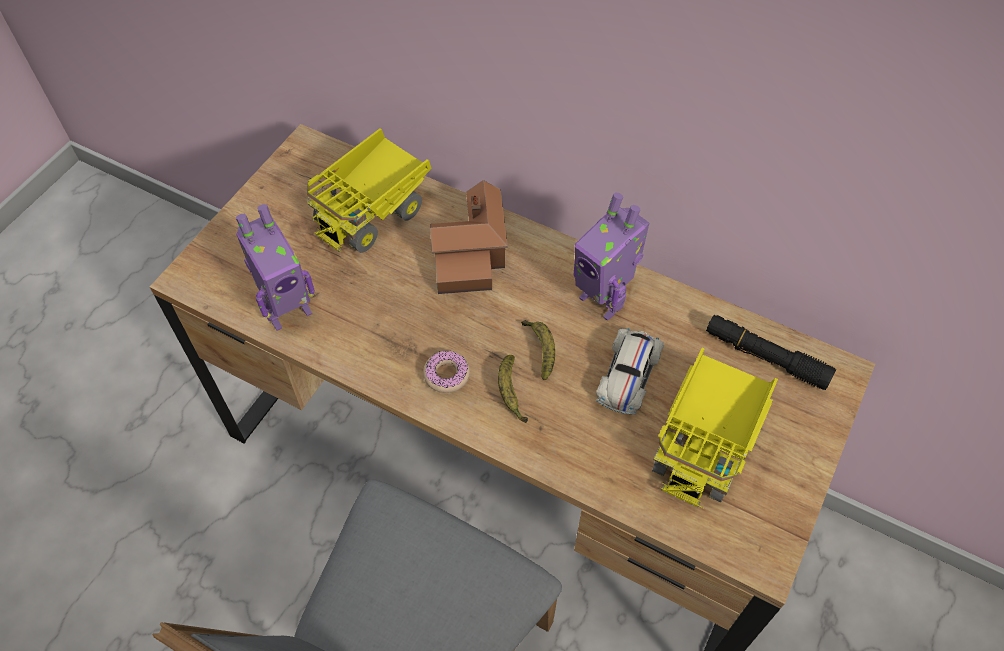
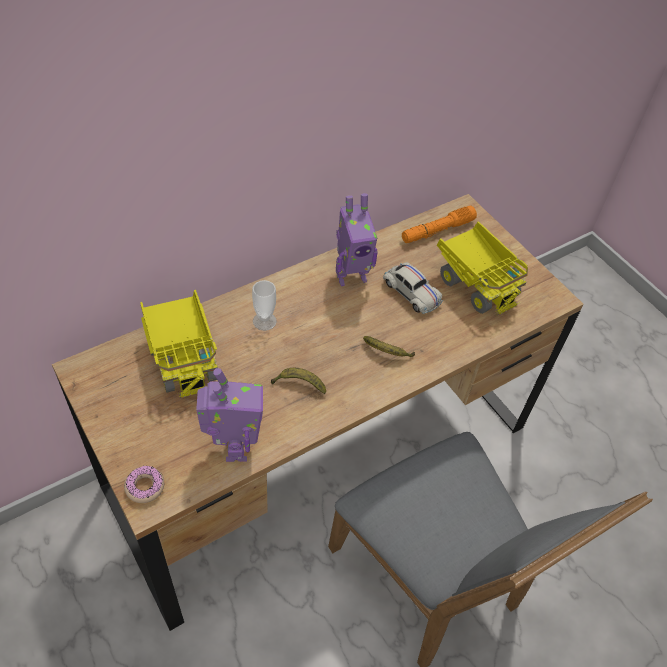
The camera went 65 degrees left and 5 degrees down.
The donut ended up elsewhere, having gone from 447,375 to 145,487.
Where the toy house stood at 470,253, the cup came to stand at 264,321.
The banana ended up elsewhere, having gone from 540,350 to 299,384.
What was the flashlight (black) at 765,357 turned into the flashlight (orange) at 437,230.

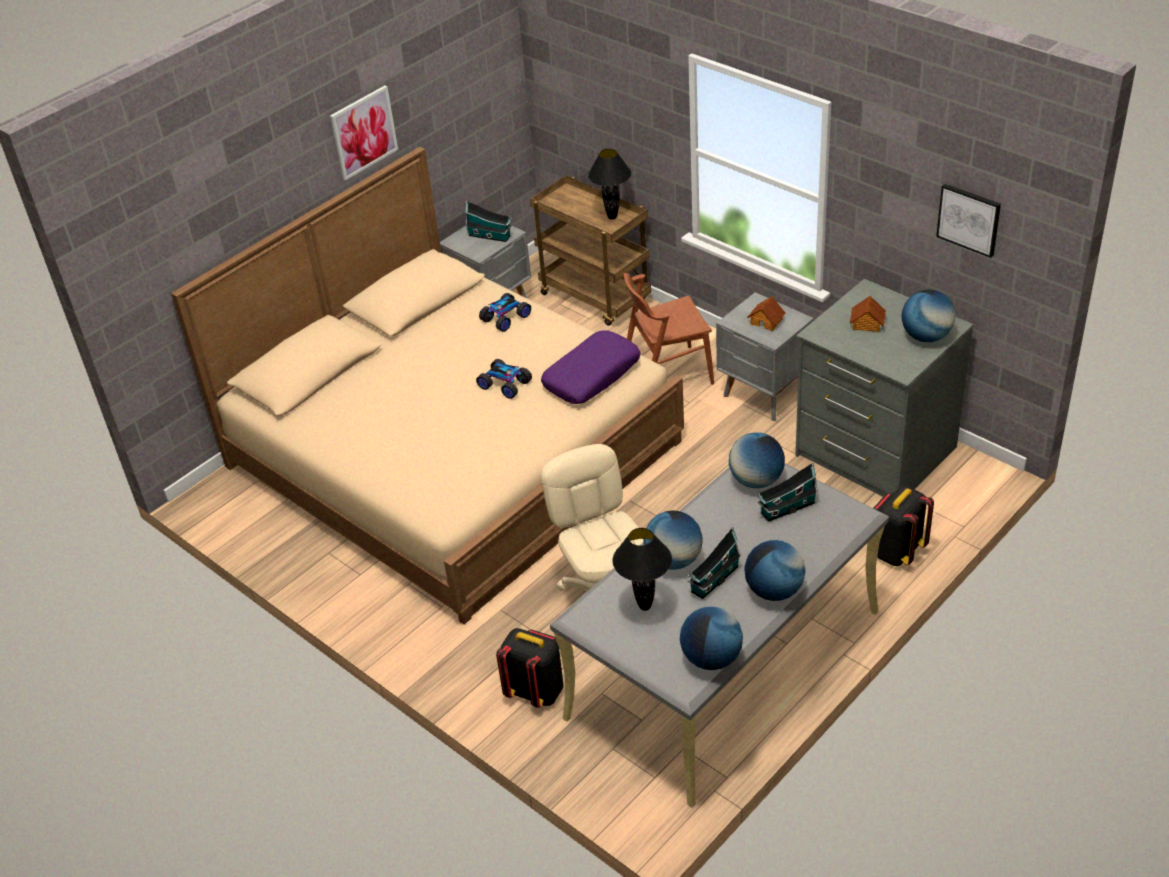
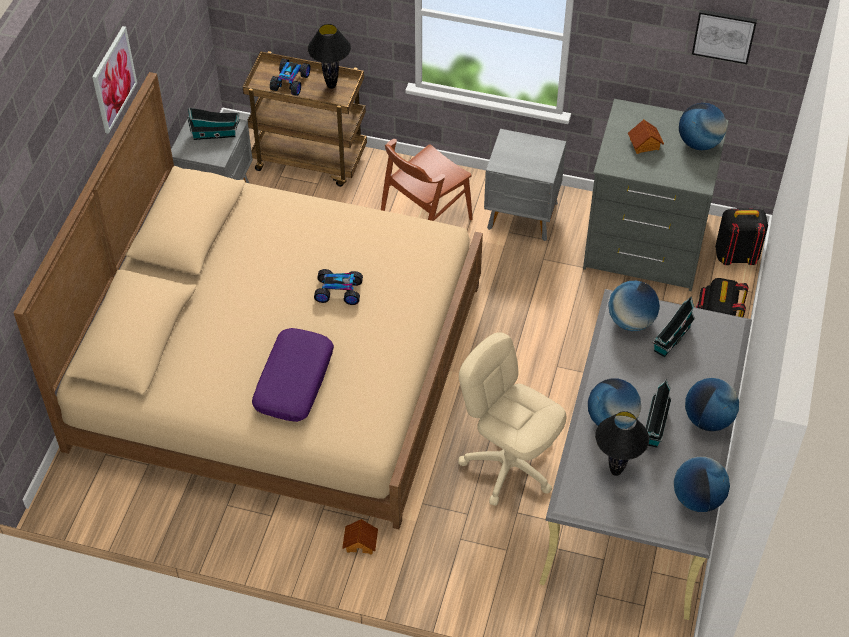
The camera went 30 degrees left and 10 degrees up.
The toy car ended up elsewhere, having gone from 506,318 to 291,82.
The backpack (black) ended up elsewhere, having gone from 536,691 to 735,256.
The pillow (purple) ended up elsewhere, having gone from 591,376 to 293,381.
The toy house ended up elsewhere, having gone from 766,321 to 361,542.

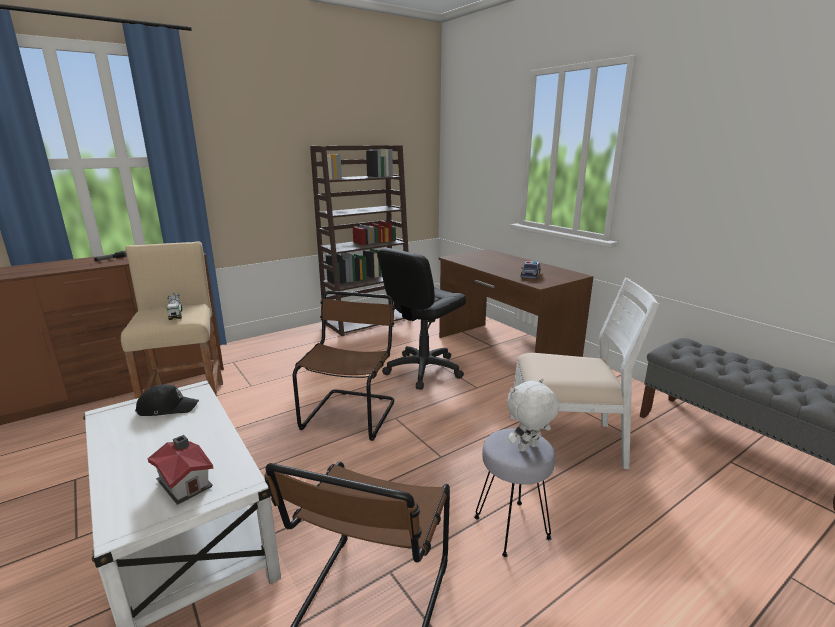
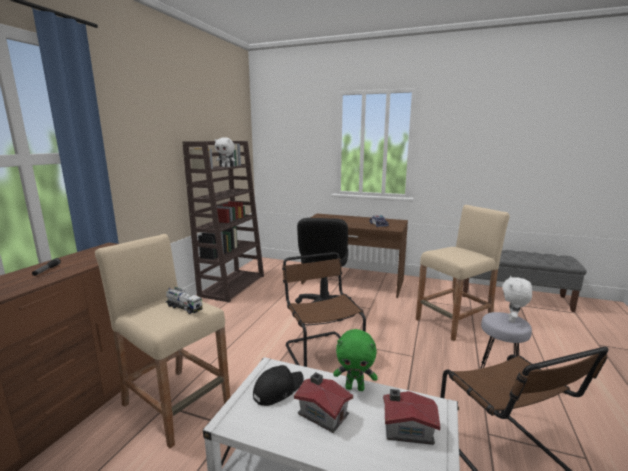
The camera went 35 degrees left and 5 degrees down.
Where the chair (white) stood at 566,442, the stool (beige) came to stand at 454,322.
The second view gained the plush toy (white) at 226,167.
The second view gained the toy house at 323,413.
The second view gained the plush toy (green) at 355,388.

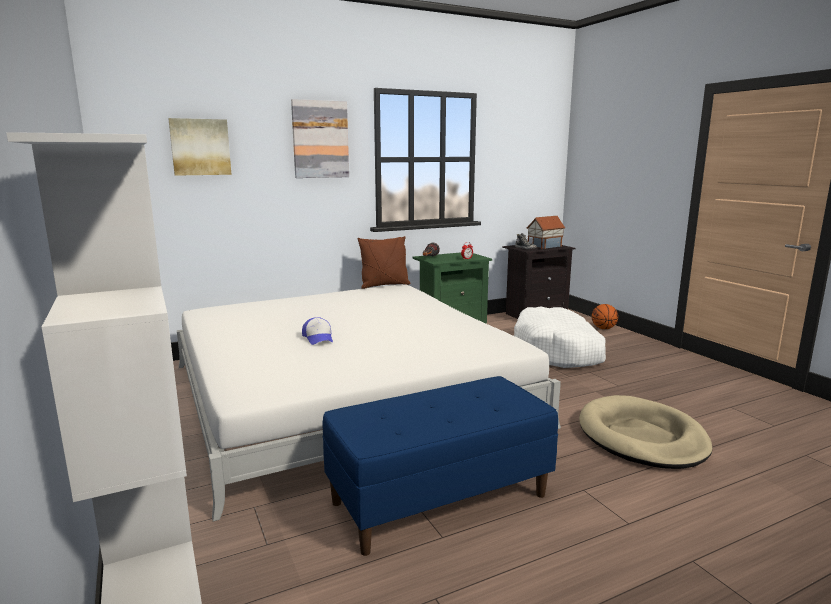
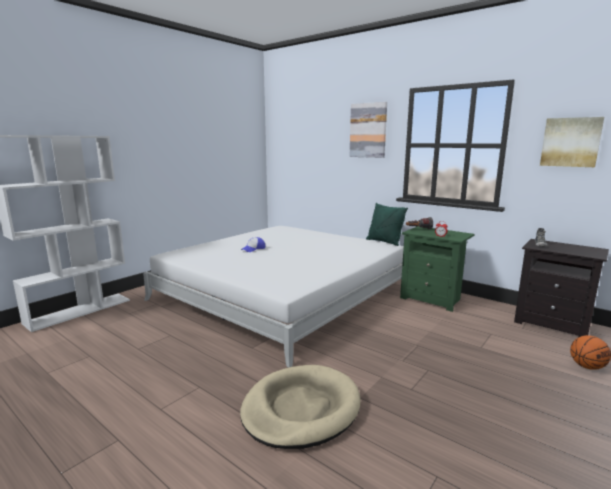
The camera went 65 degrees right and 0 degrees up.
The picture ended up elsewhere, having gone from 200,147 to 570,142.
The second view lost the bench (blue) at 440,498.
What was the pillow (brown) at 384,285 turned into the pillow (green) at 384,242.
The second view lost the dog bed (white) at 558,351.
The second view lost the toy house at 544,246.

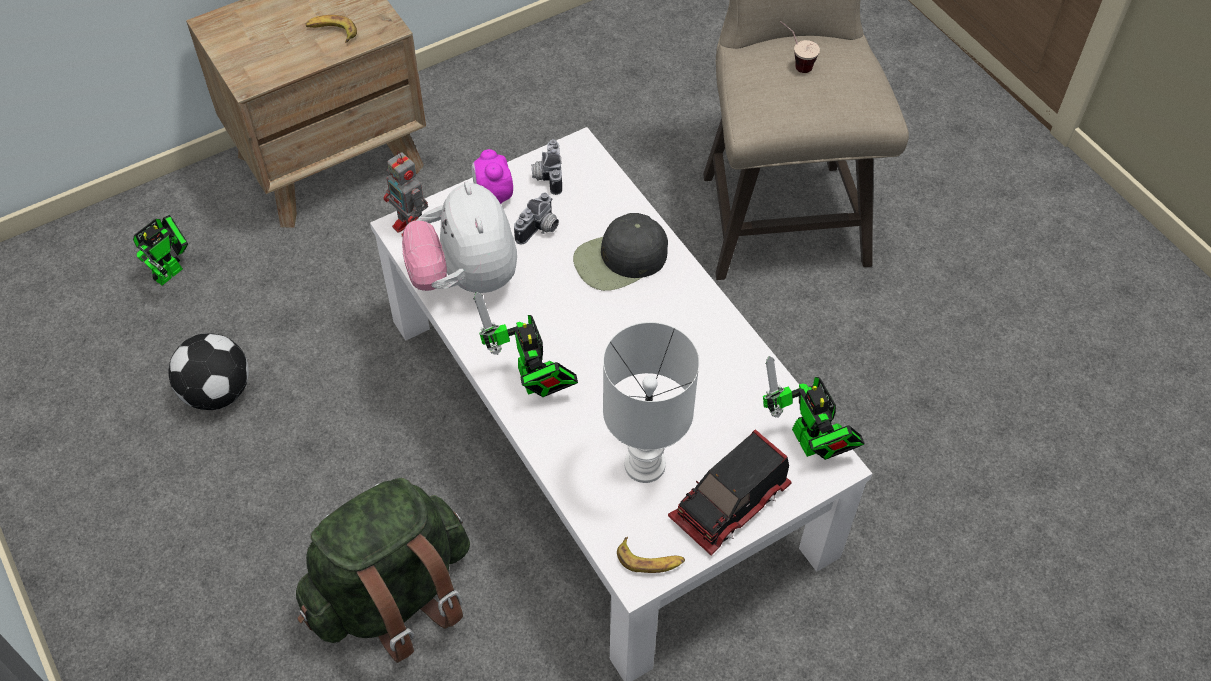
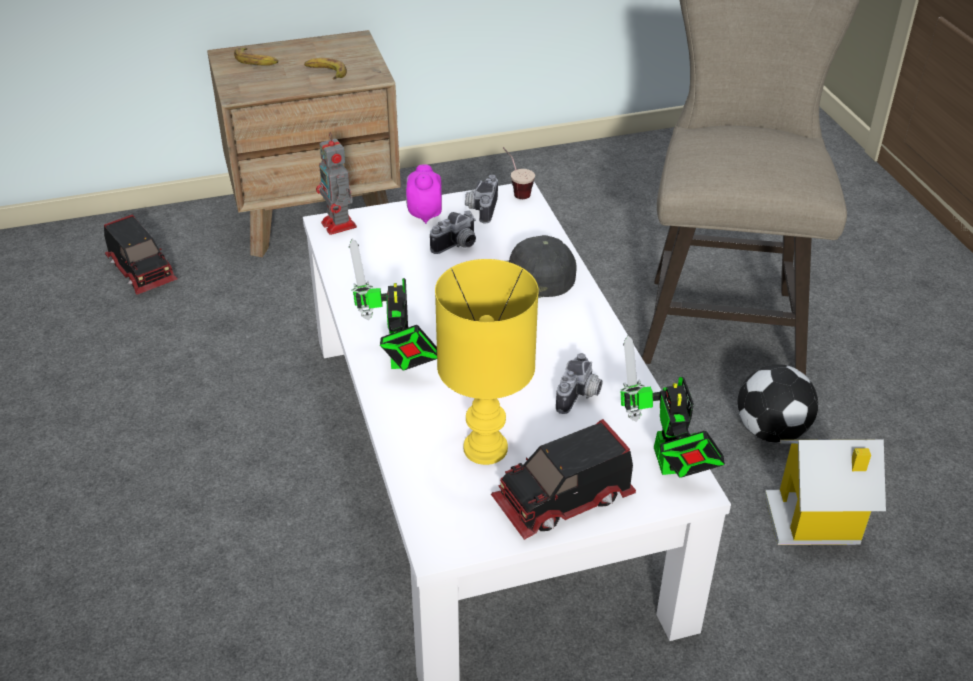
The camera went 15 degrees right and 15 degrees down.
Where the toy robot stood at 172,270, the toy truck came to stand at 142,270.
The football ended up elsewhere, having gone from 218,392 to 772,431.
The second view lost the backpack (green) at 392,596.
The second view lost the plush toy at 465,278.
What was the table lamp (white) at 643,463 turned into the table lamp (yellow) at 484,447.
The banana ended up elsewhere, having gone from 650,560 to 256,61.
The cup ended up elsewhere, having gone from 795,63 to 516,191.
The second view gained the photo camera at 580,396.
The second view gained the toy house at 816,519.

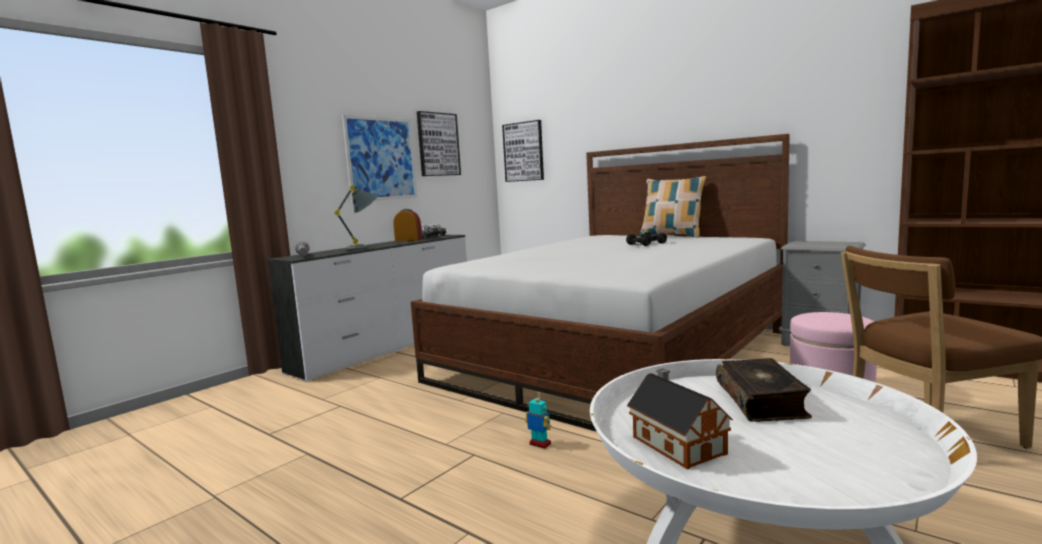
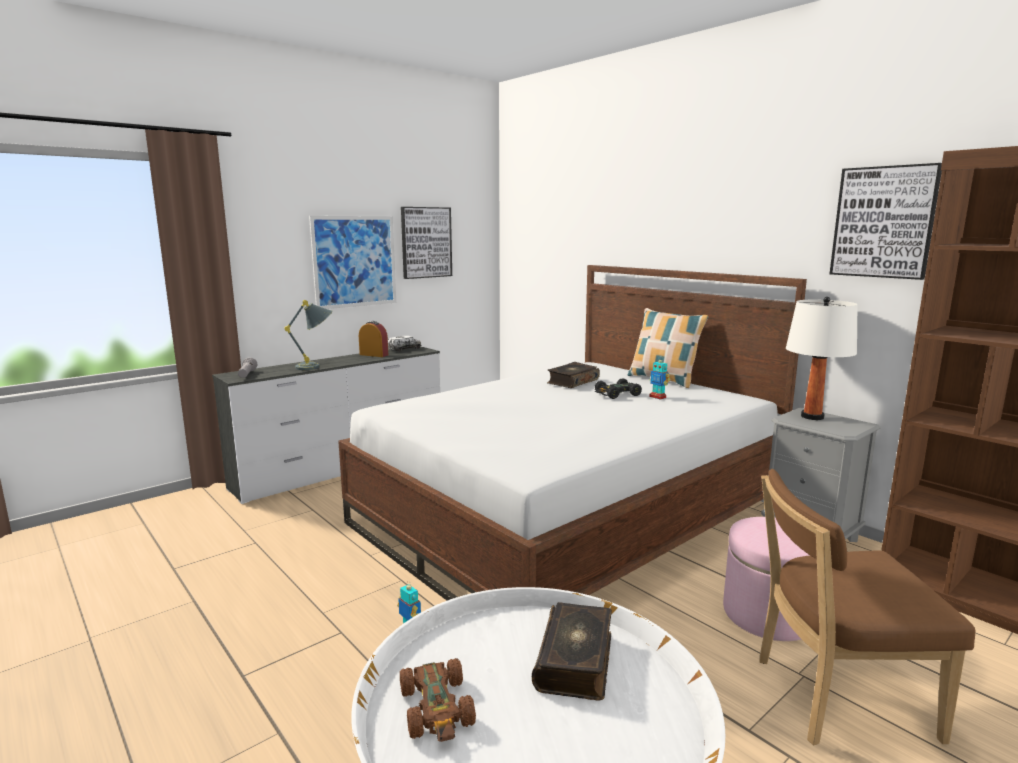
The camera went 10 degrees right and 5 degrees up.
The picture ended up elsewhere, having gone from 524,151 to 883,222.
Where the toy house stood at 676,443, the toy car (brown) came to stand at 437,708.
The second view gained the book at 572,382.
The second view gained the toy robot at 658,397.
The second view gained the table lamp (white) at 812,417.

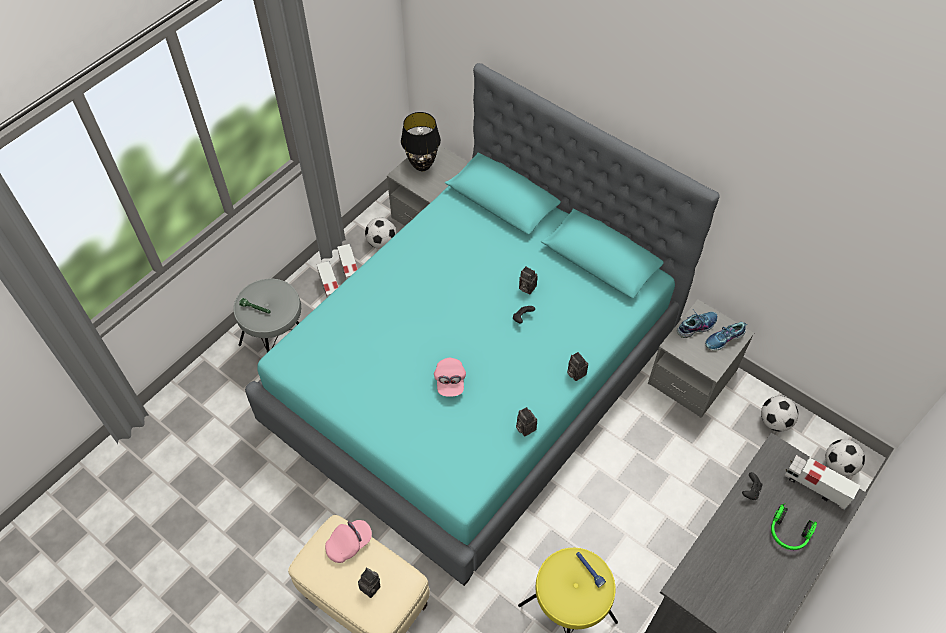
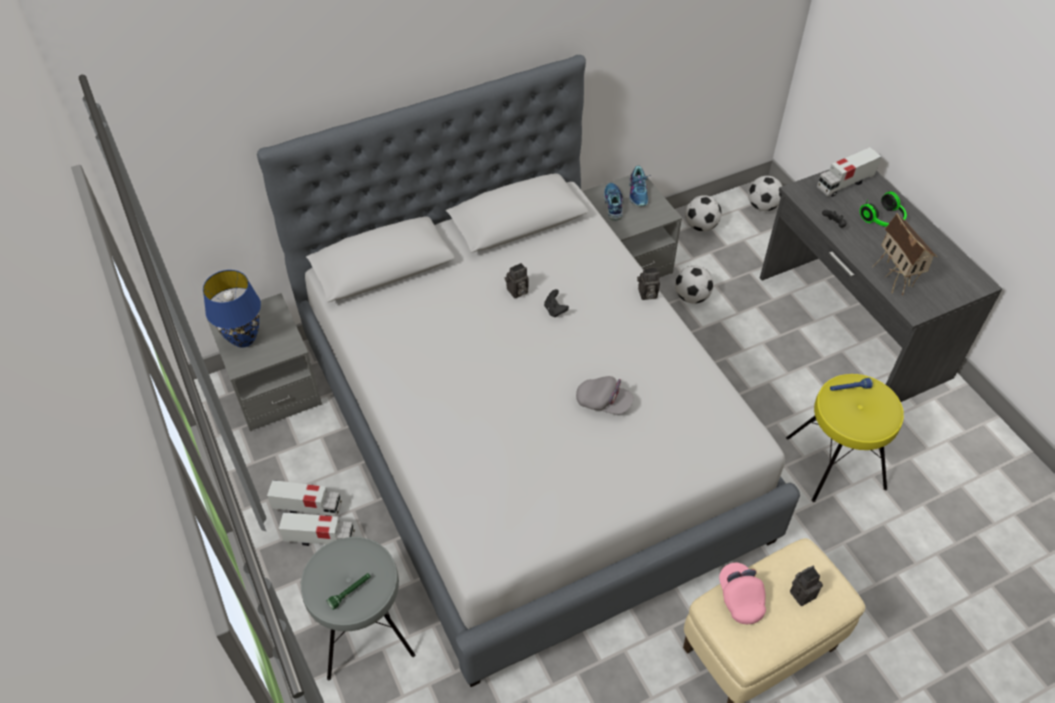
The camera went 65 degrees left and 5 degrees down.
What was the bed (turquoise) at 474,378 turned into the bed (grey) at 527,436.
The football ended up elsewhere, having gone from 382,242 to 691,297.
What was the table lamp (black) at 422,165 turned into the table lamp (blue) at 243,339.
What was the cap (pink) at 450,382 turned into the cap (grey) at 603,403.
The second view lost the photo camera at 524,427.
The second view gained the toy house at 895,279.

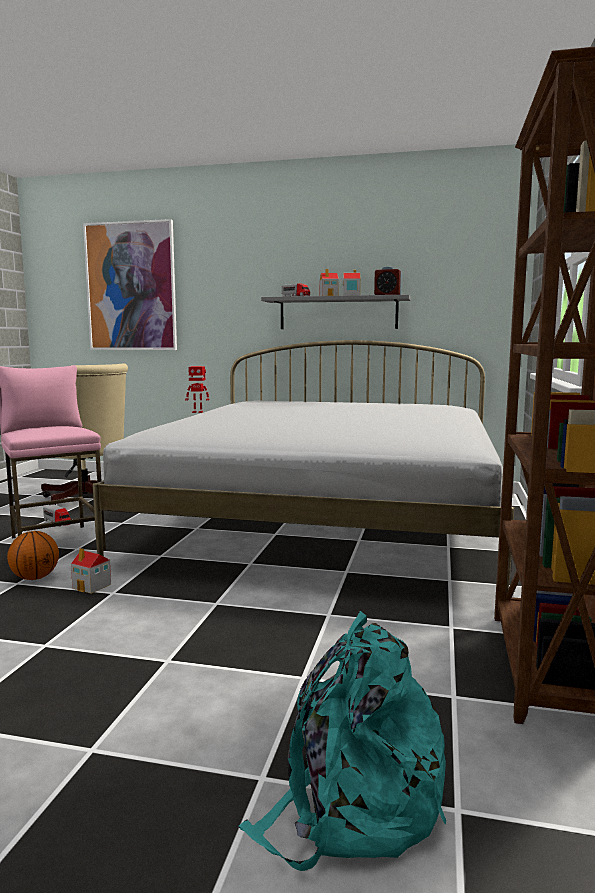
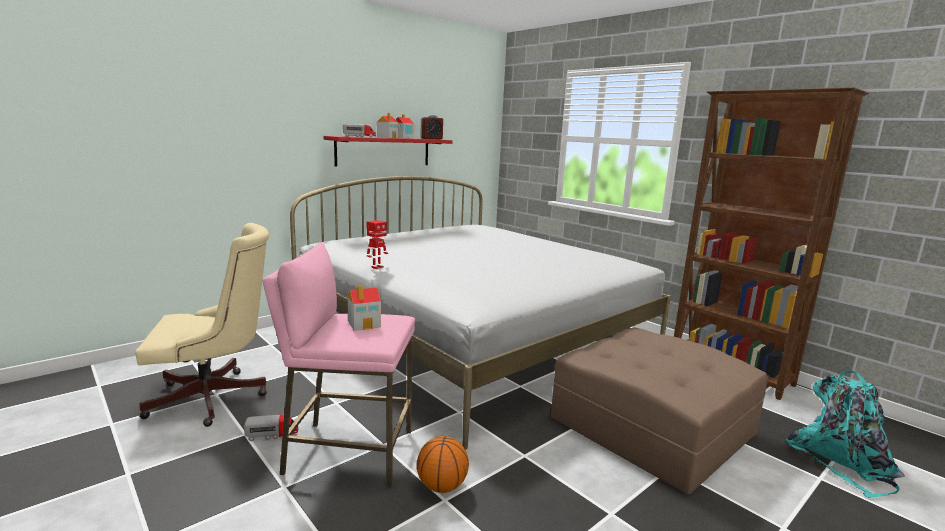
The camera went 55 degrees left and 5 degrees up.
The toy house ended up elsewhere, having gone from 92,586 to 364,324.
The second view lost the picture at 131,287.
What was the shelf (grey) at 338,313 turned into the shelf (red) at 384,151.
The second view gained the ottoman (brown) at 652,425.

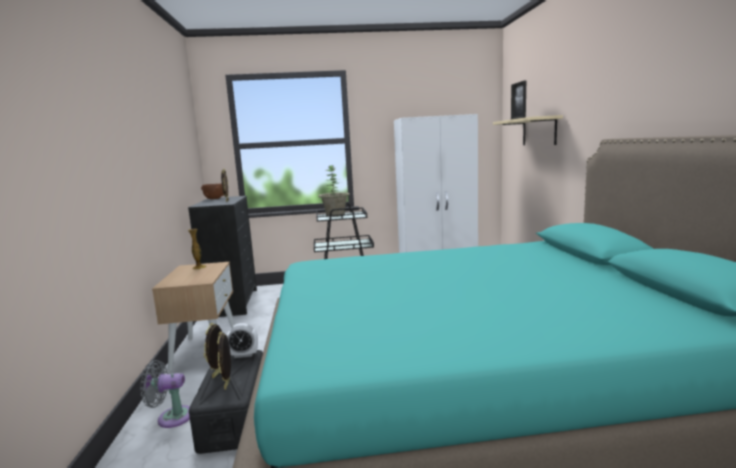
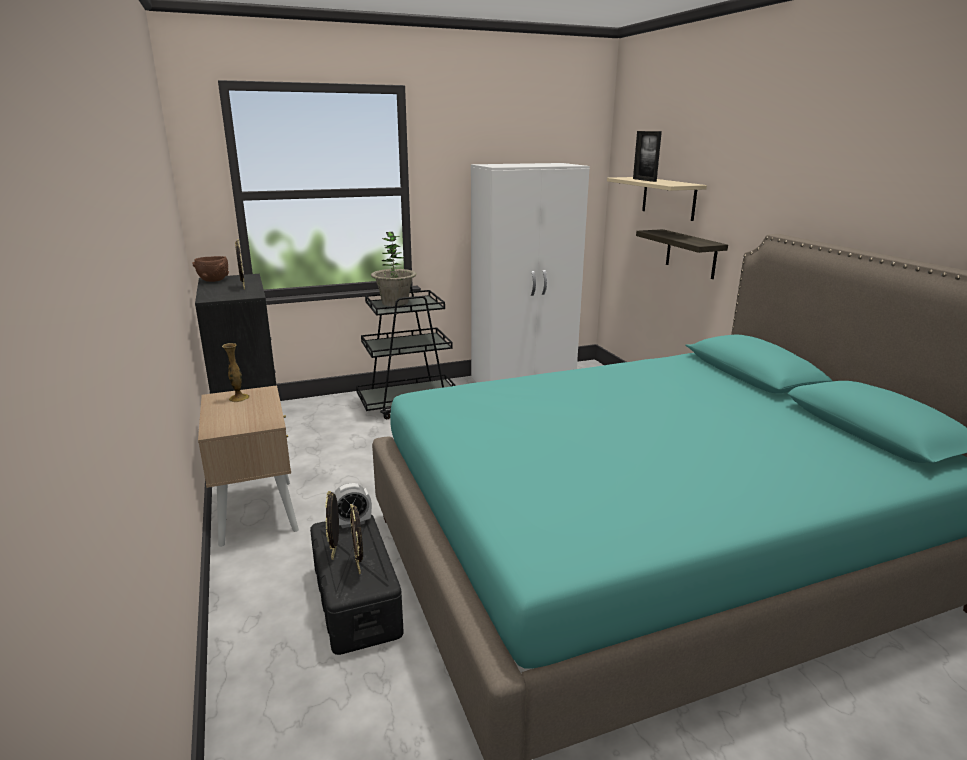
The camera went 15 degrees left and 10 degrees up.
The second view lost the fan (grey) at 171,417.
The second view gained the shelf at 691,254.

